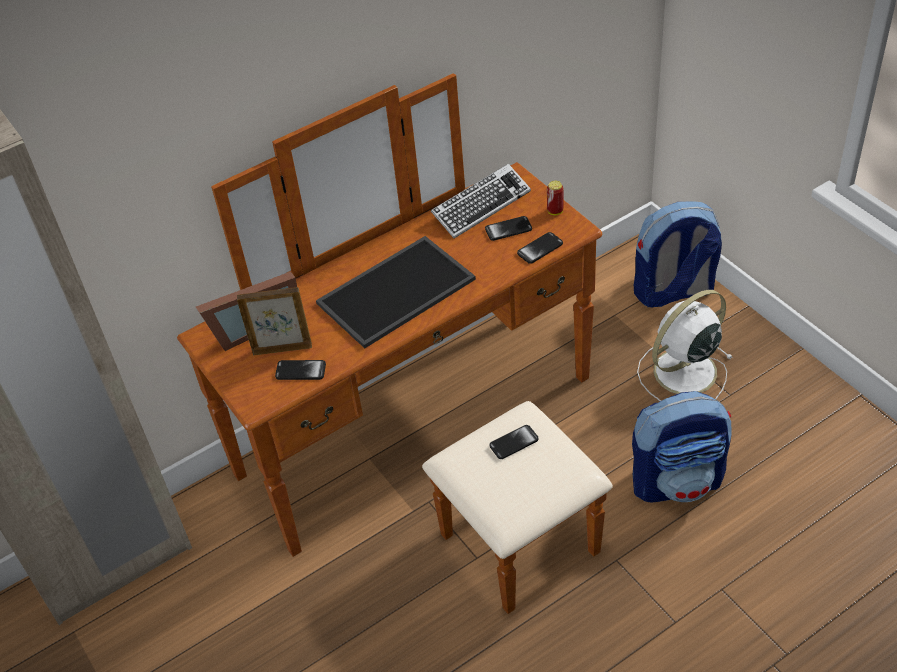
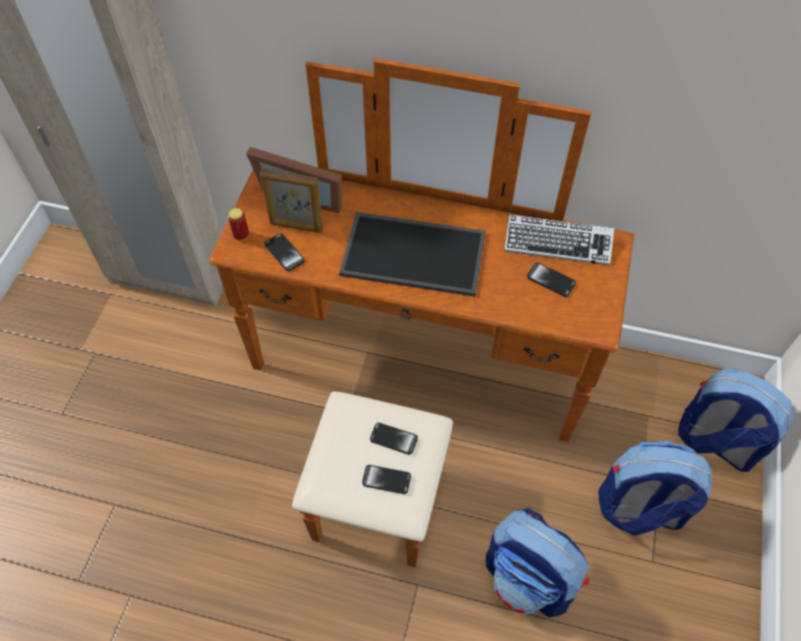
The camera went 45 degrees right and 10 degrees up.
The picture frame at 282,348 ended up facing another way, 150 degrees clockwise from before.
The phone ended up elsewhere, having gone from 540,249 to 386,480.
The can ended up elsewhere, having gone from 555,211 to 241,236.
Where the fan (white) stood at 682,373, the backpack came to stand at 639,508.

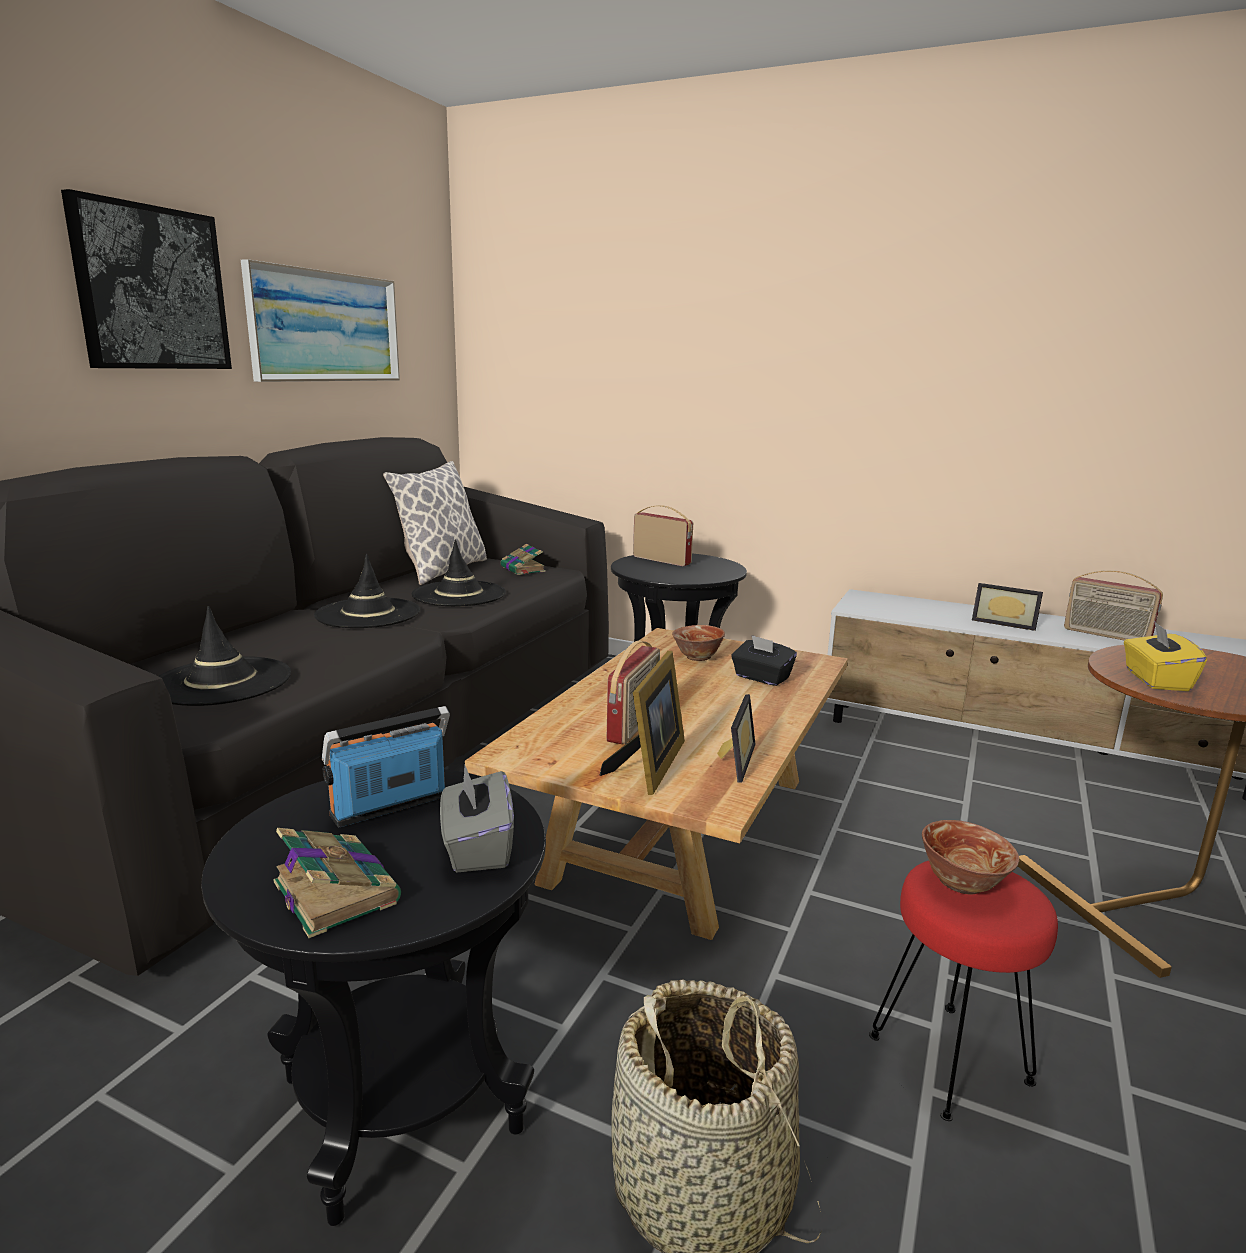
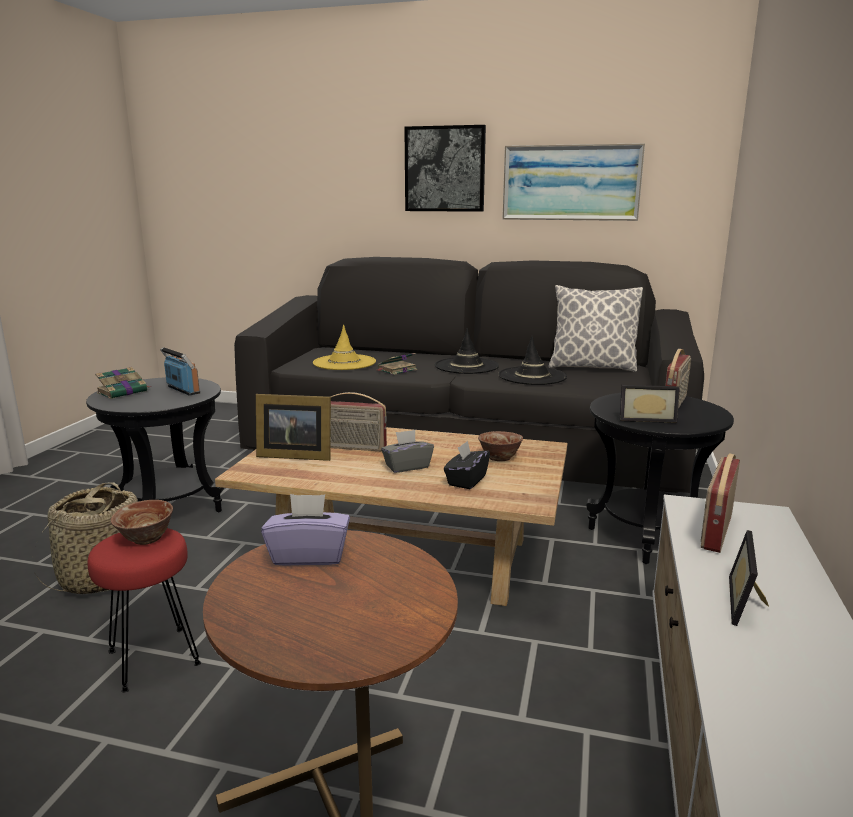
The camera went 80 degrees right and 0 degrees up.
What was the hat (black) at 222,682 turned into the hat (yellow) at 344,363.
The tissue box (grey) ended up elsewhere, having gone from 477,848 to 407,466.
The book ended up elsewhere, having gone from 523,569 to 396,370.
The picture frame ended up elsewhere, having gone from 732,760 to 646,419.
The radio ended up elsewhere, having gone from 1106,635 to 715,531.
What was the tissue box (yellow) at 1155,680 turned into the tissue box (purple) at 309,555.

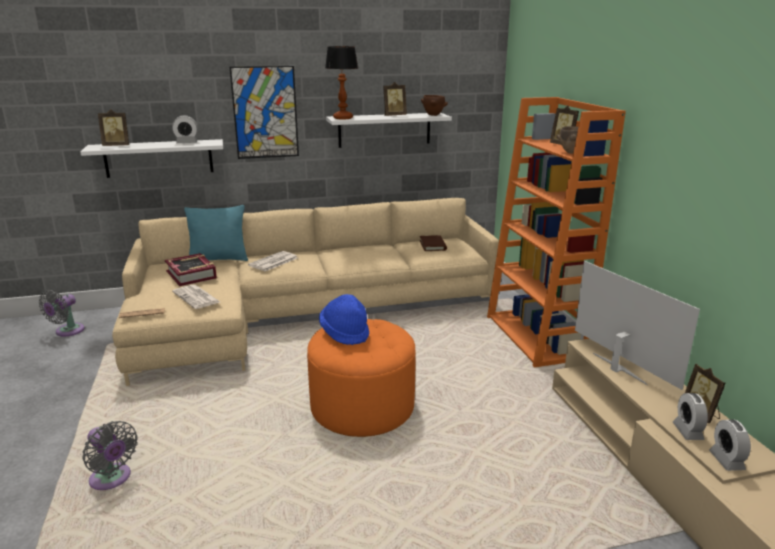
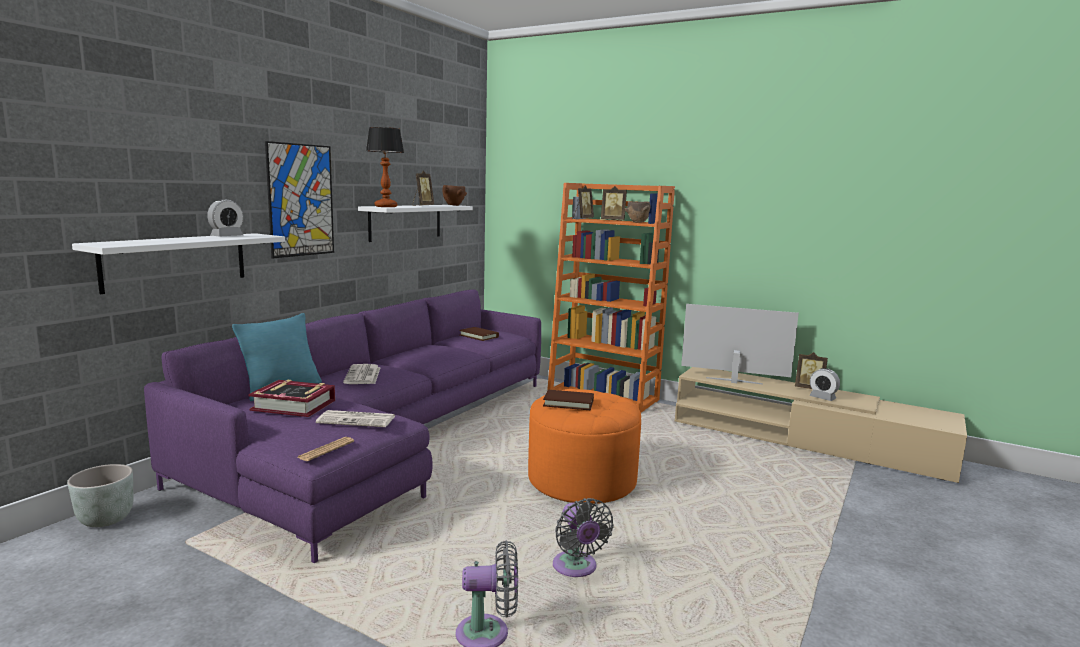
The camera went 45 degrees left and 10 degrees down.
The fan (grey) ended up elsewhere, having gone from 67,331 to 576,568.
The picture frame ended up elsewhere, having gone from 117,146 to 582,219.
What was the sofa (beige) at 302,315 turned into the sofa (purple) at 384,438.
Where the hat (blue) stood at 345,333, the book (brown) came to stand at 568,403.
The second view lost the alarm clock at 726,460.
The second view gained the planter (grey) at 106,519.

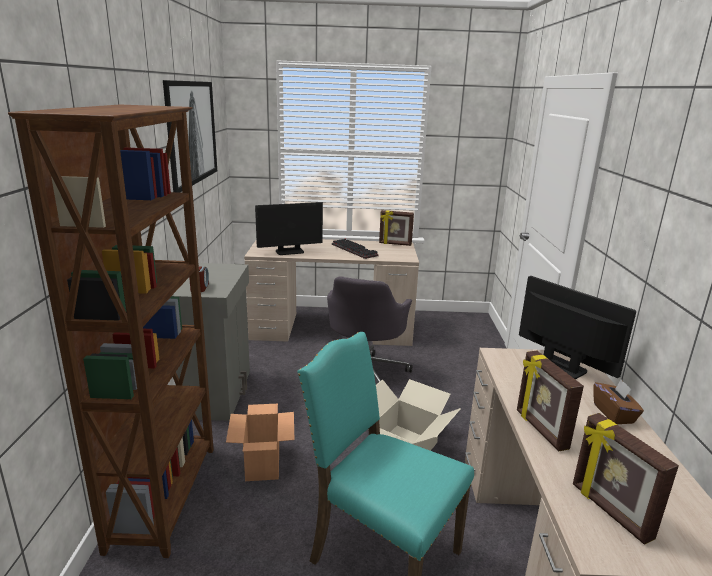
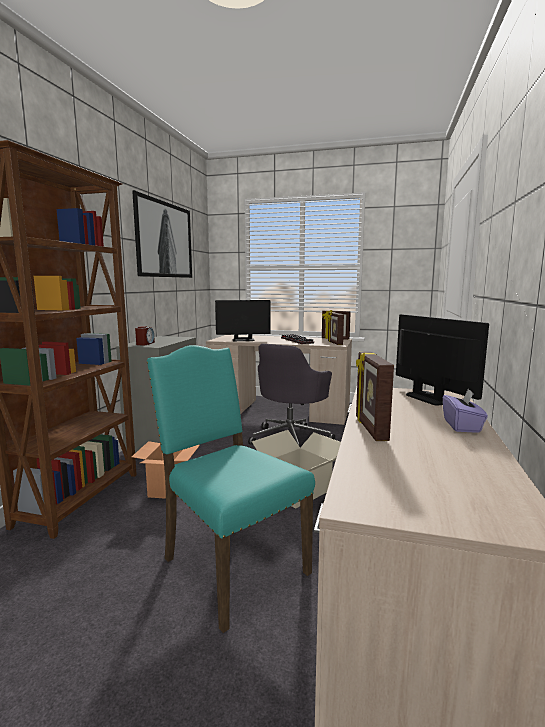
The camera went 15 degrees right and 10 degrees down.
The picture frame ended up elsewhere, having gone from 609,511 to 334,343.
What was the tissue box (brown) at 614,414 turned into the tissue box (purple) at 462,426.

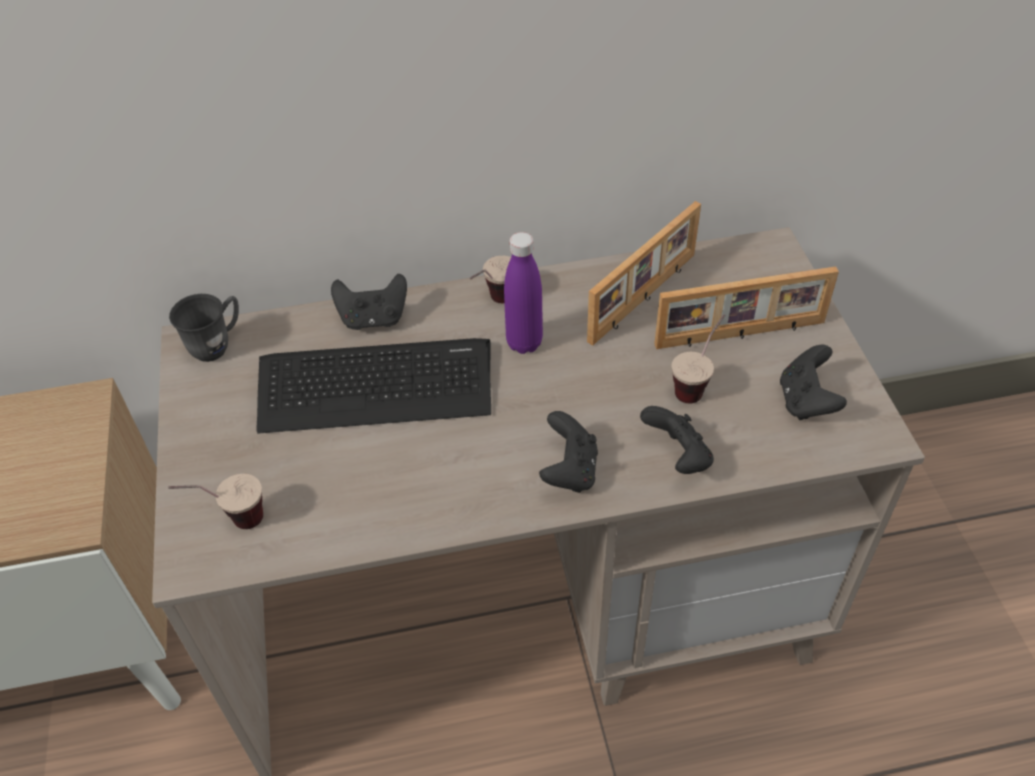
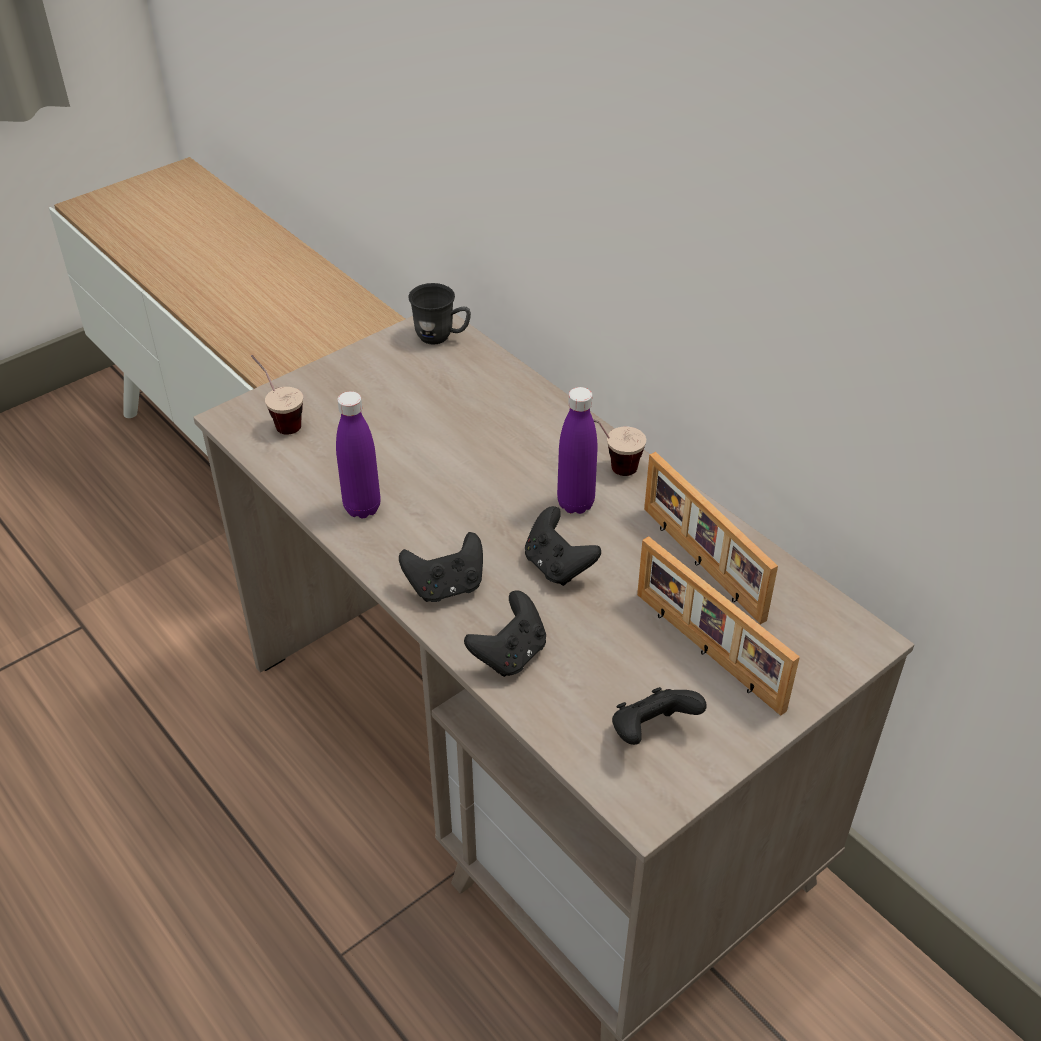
The camera went 60 degrees right and 5 degrees down.
The second view lost the keyboard at 375,386.
The game controller (black) ended up elsewhere, having gone from 373,319 to 557,566.
The picture frame at 644,298 ended up facing another way, 45 degrees clockwise from before.
The second view lost the cup at 697,383.
The second view gained the bottle (purple) at 362,508.

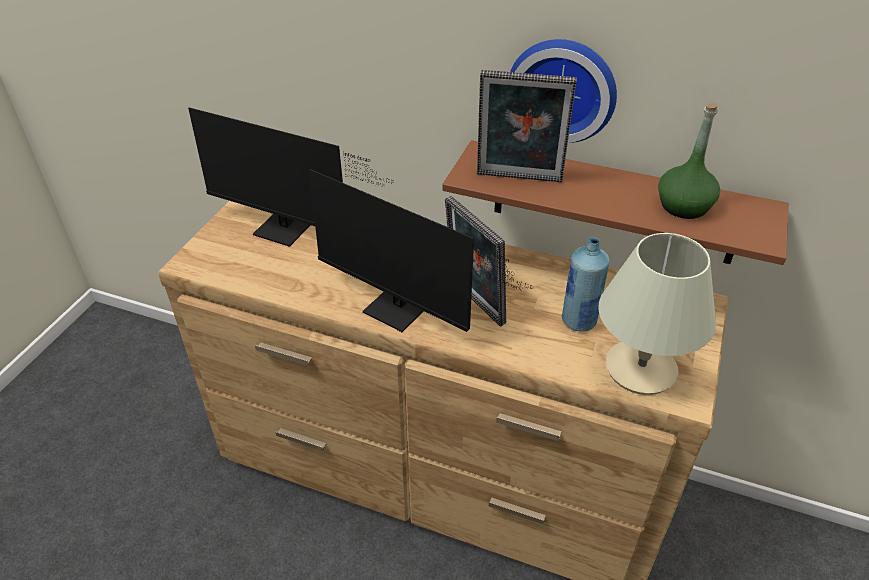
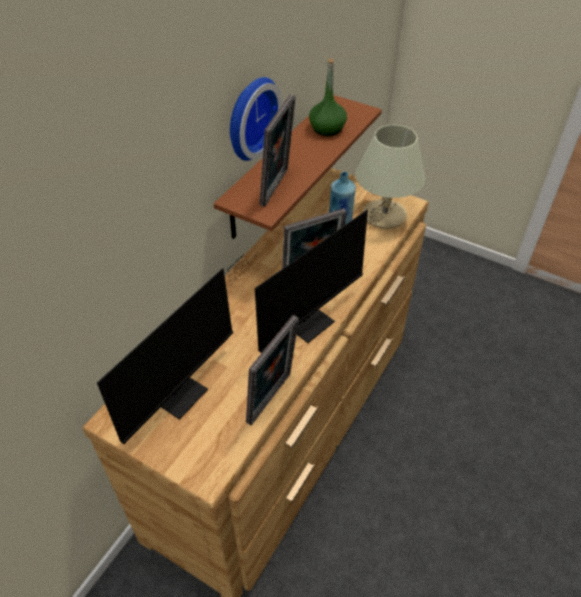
The camera went 80 degrees left and 5 degrees up.
The second view gained the picture frame at 272,399.

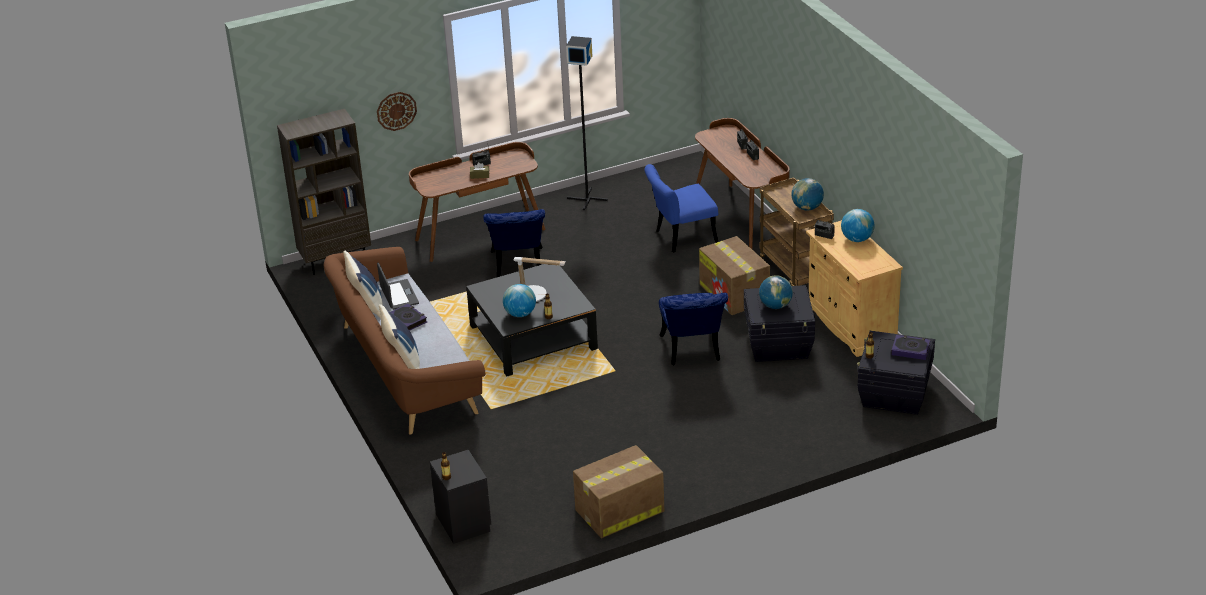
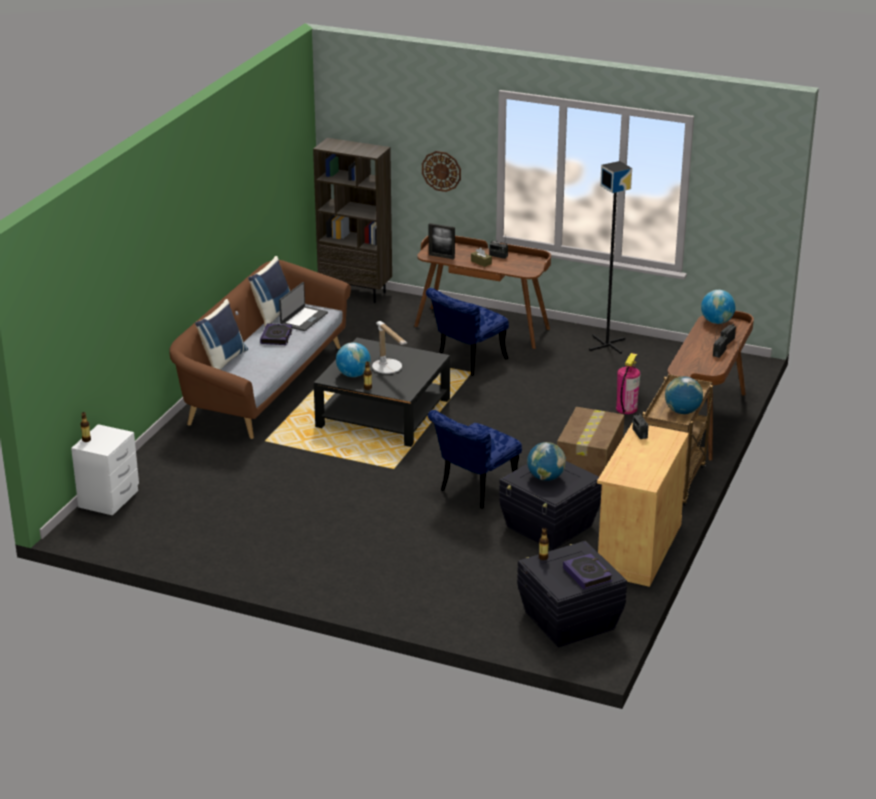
The camera went 45 degrees right and 5 degrees down.
What was the nightstand (black) at 463,523 turned into the nightstand (white) at 109,499.
The second view lost the cardboard box at 618,511.
Where the chair (blue) stood at 680,237, the fire extinguisher came to stand at 626,408.
The globe ended up elsewhere, having gone from 857,239 to 716,322.
The second view gained the picture frame at 441,256.

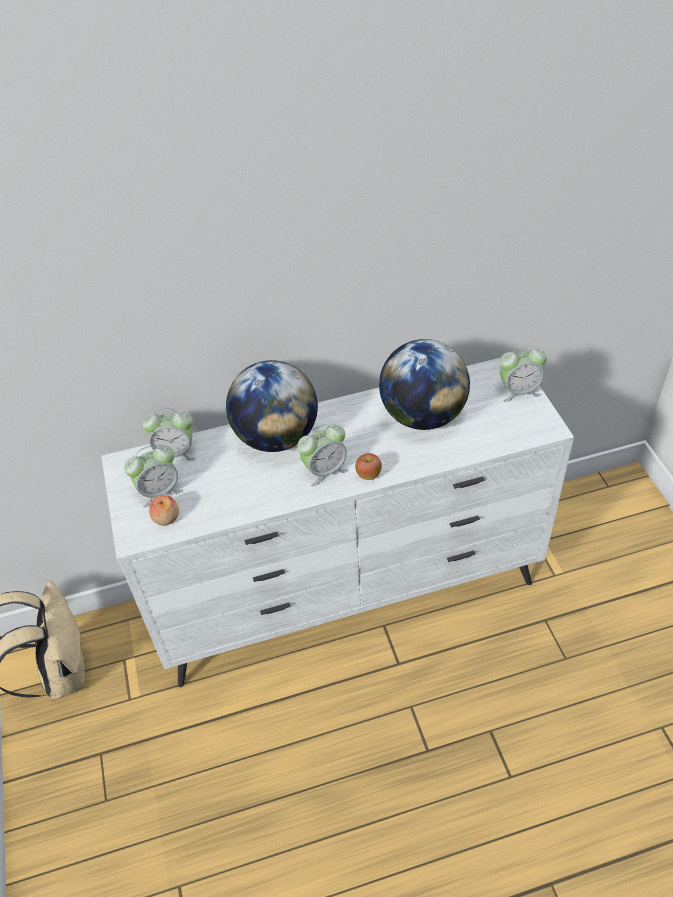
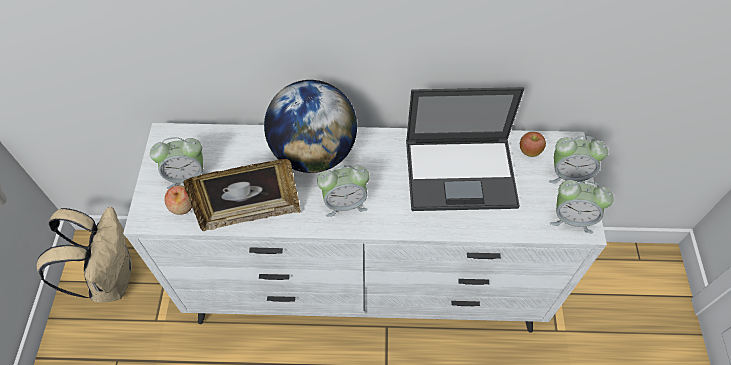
The camera went 15 degrees right and 10 degrees up.
The alarm clock ended up elsewhere, having gone from 175,452 to 572,218.
The apple ended up elsewhere, having gone from 368,475 to 529,151.
Where the globe stood at 423,416, the laptop came to stand at 462,173.
The second view gained the picture frame at 250,213.

